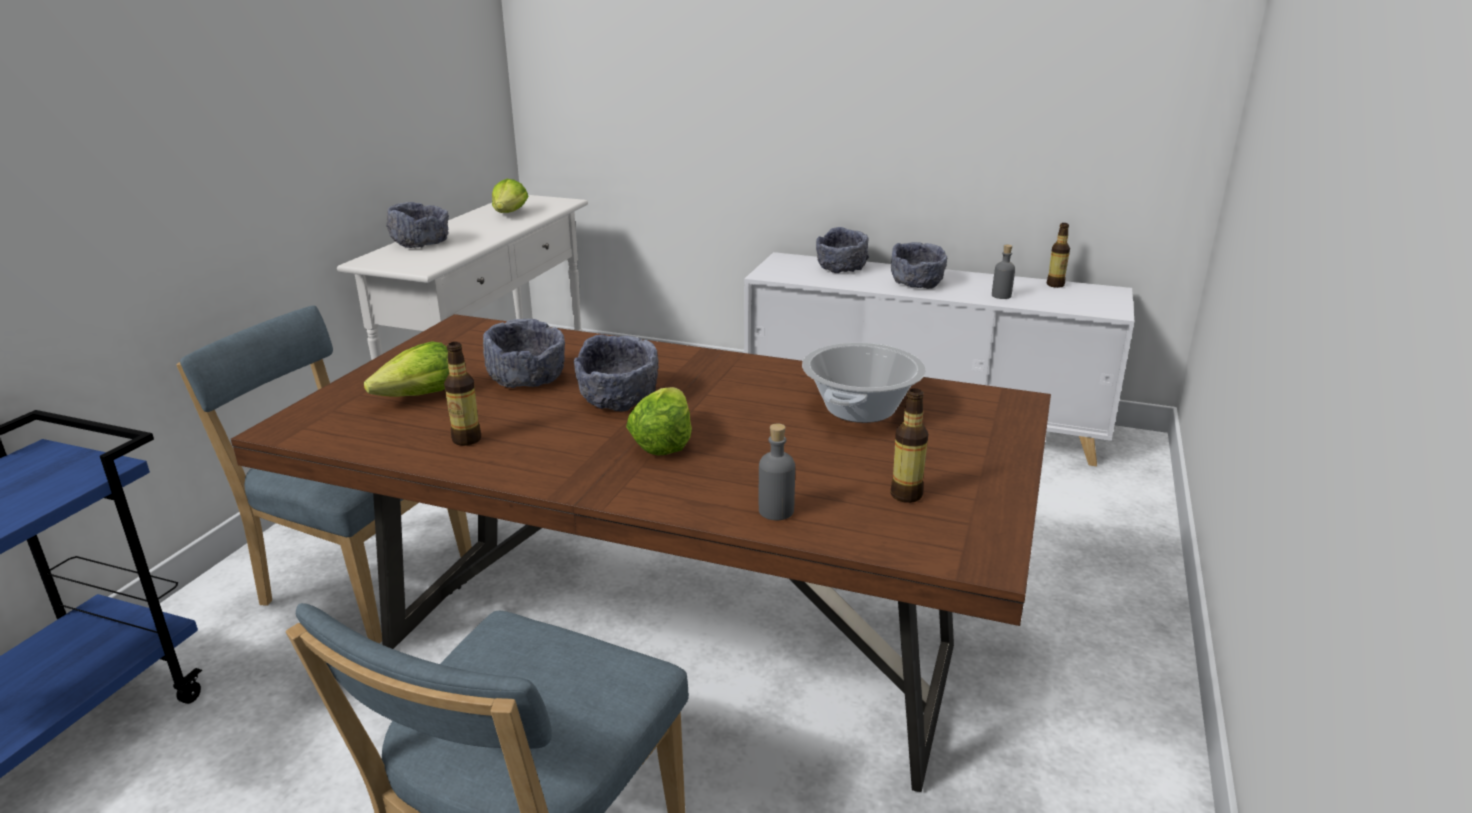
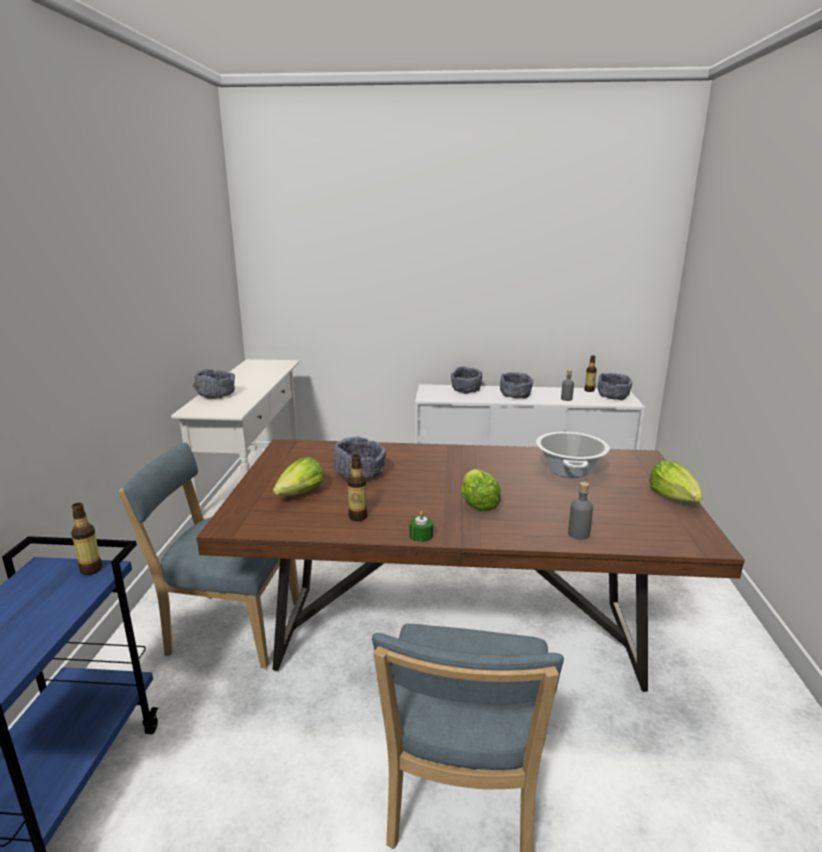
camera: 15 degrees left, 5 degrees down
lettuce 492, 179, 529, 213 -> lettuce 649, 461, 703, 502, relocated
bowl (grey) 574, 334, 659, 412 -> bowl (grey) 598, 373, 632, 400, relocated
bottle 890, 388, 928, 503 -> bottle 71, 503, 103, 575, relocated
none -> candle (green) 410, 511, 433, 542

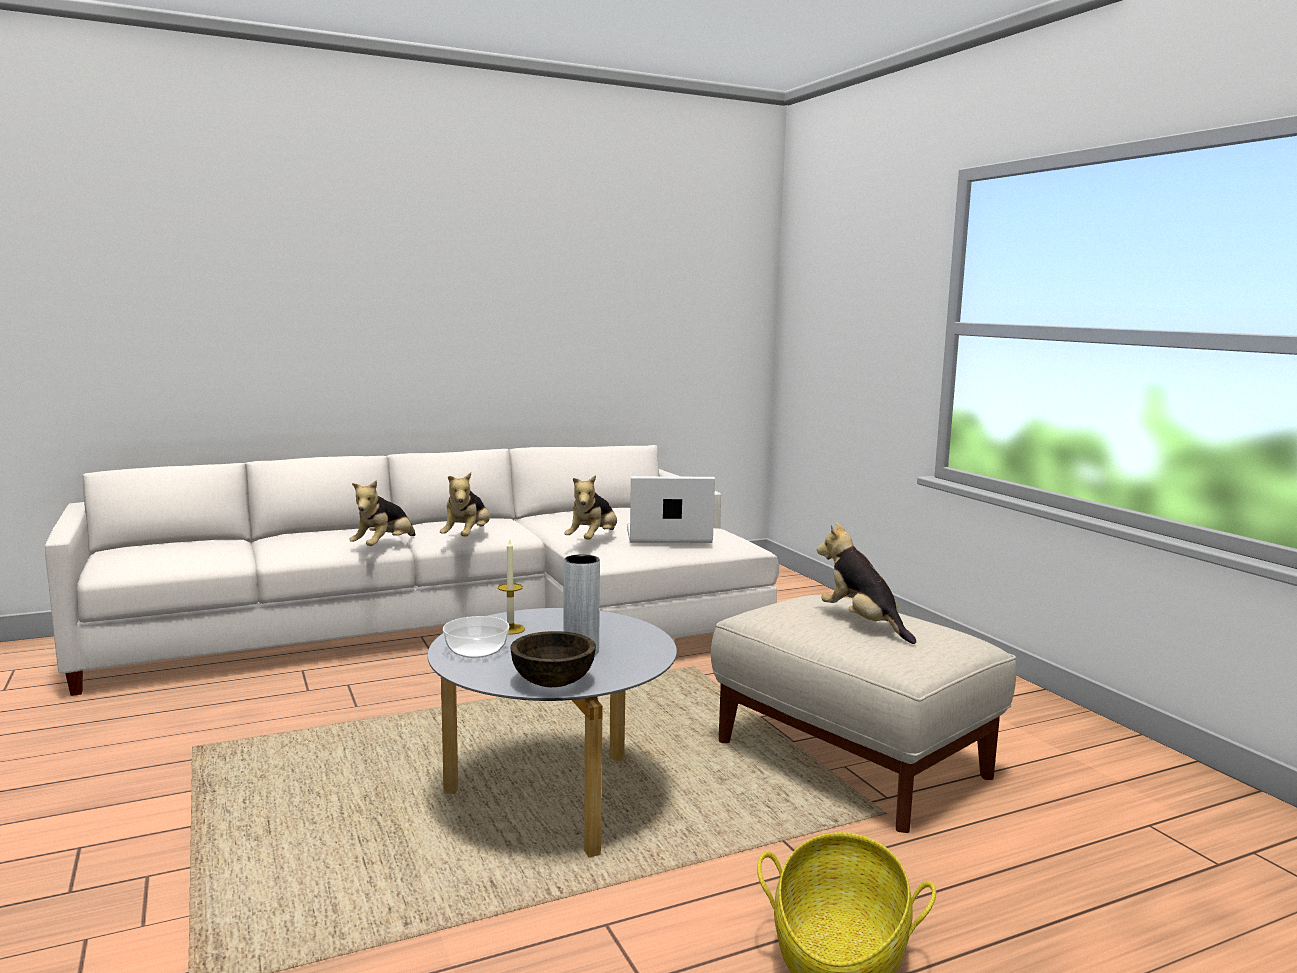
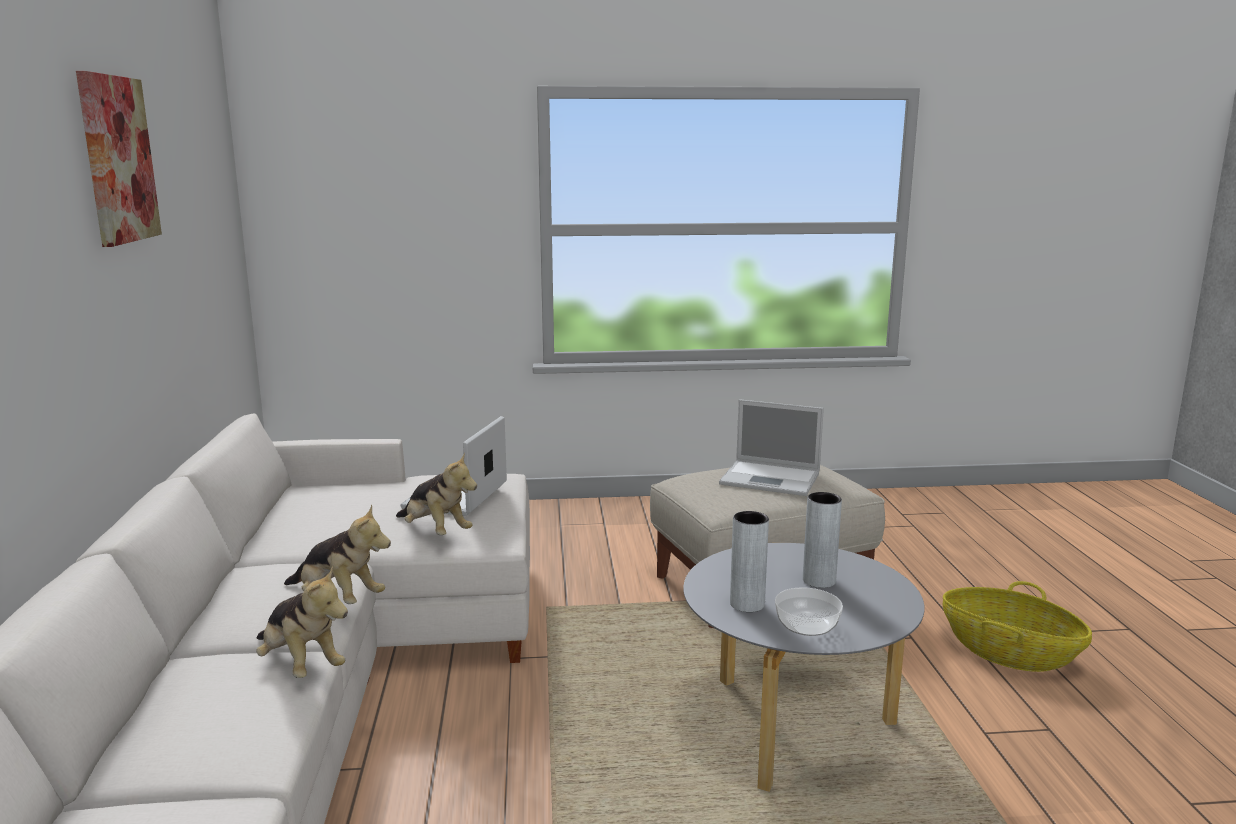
camera: 70 degrees left, 5 degrees up
candle 498, 540, 525, 635 -> vase (grey) 730, 511, 769, 612
bowl (brown) 510, 631, 596, 687 -> none
plush toy 817, 522, 916, 644 -> laptop 719, 399, 824, 496
none -> picture 76, 71, 162, 247

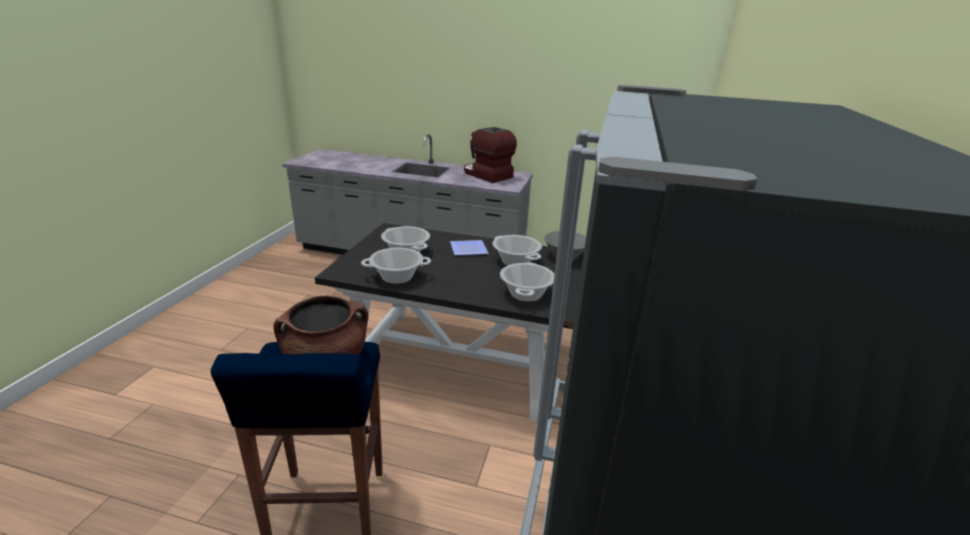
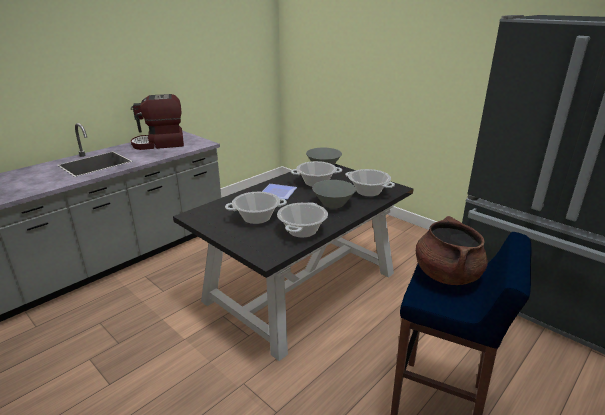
camera: 60 degrees left, 0 degrees up
none -> bowl (grey) 312, 180, 356, 208

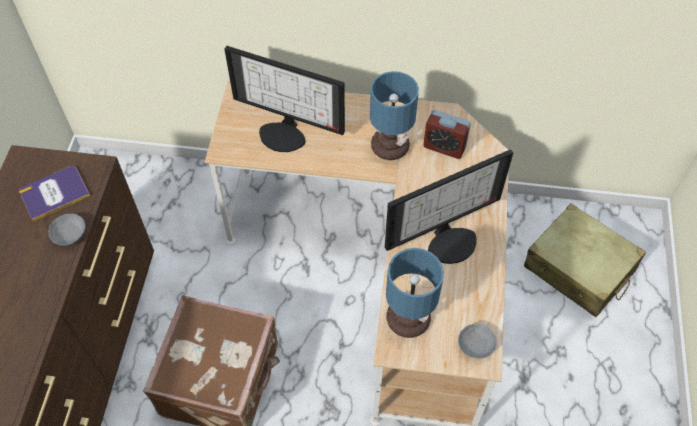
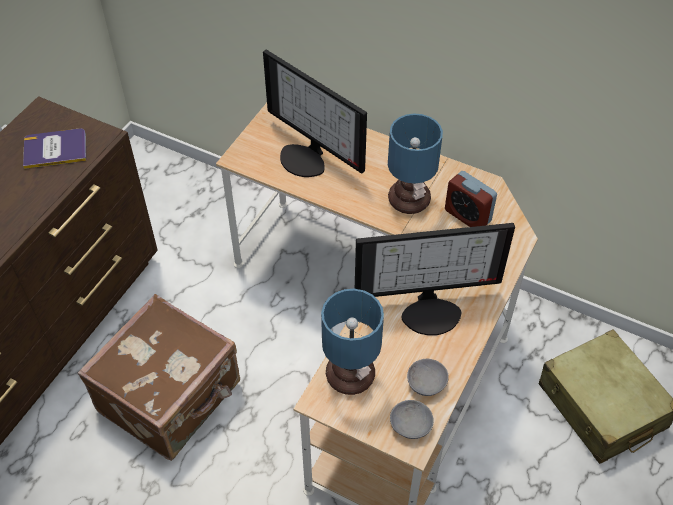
camera: 20 degrees right, 5 degrees down
bowl (grey) 48, 214, 86, 246 -> bowl (grey) 407, 359, 449, 396, relocated

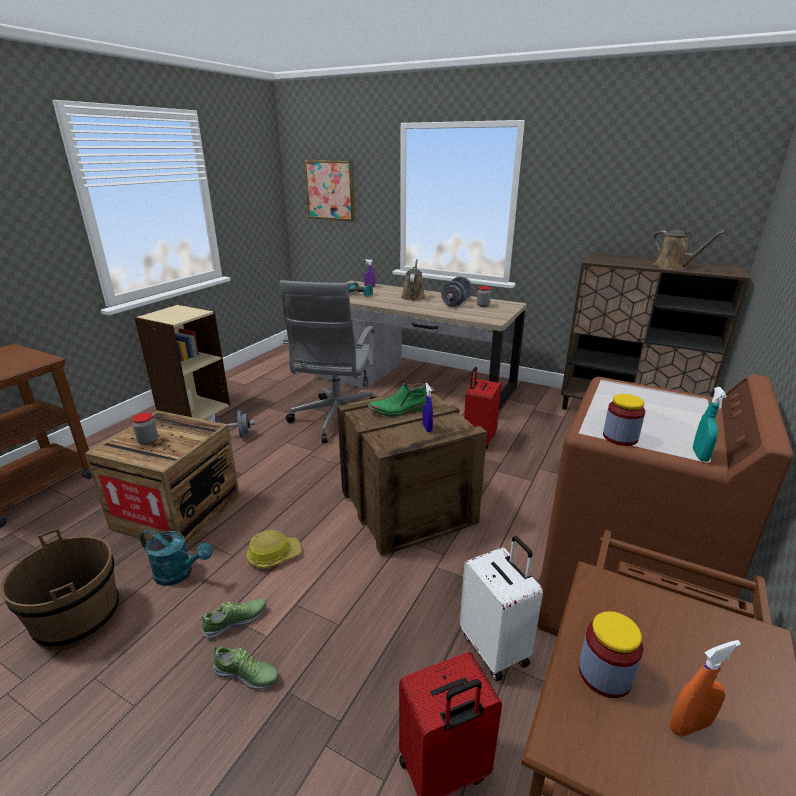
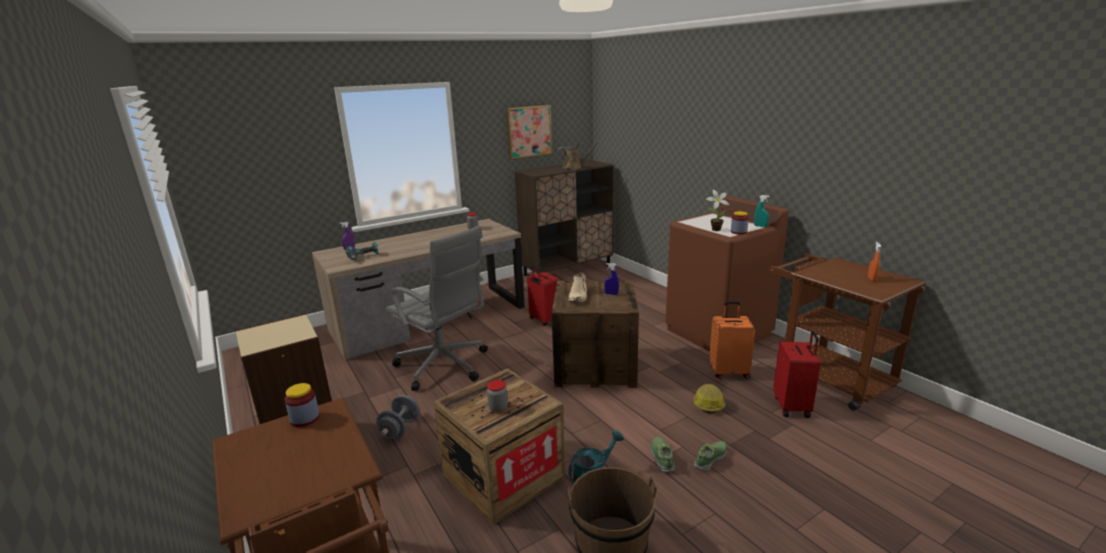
camera: 60 degrees left, 5 degrees down
hard hat 246, 530, 301, 568 -> hard hat 694, 384, 726, 414, relocated
picture 304, 160, 355, 221 -> picture 506, 105, 552, 160, relocated
boot (green) 368, 383, 427, 417 -> boot (beige) 568, 272, 587, 302
watering can (brown) 401, 259, 425, 301 -> none
dumbbell (grey) 441, 276, 473, 307 -> none
suitcase (white) 460, 536, 543, 681 -> suitcase (orange) 709, 301, 755, 379
jar 579, 611, 643, 698 -> jar 284, 383, 320, 427, relocated
none -> potted plant 706, 190, 729, 231

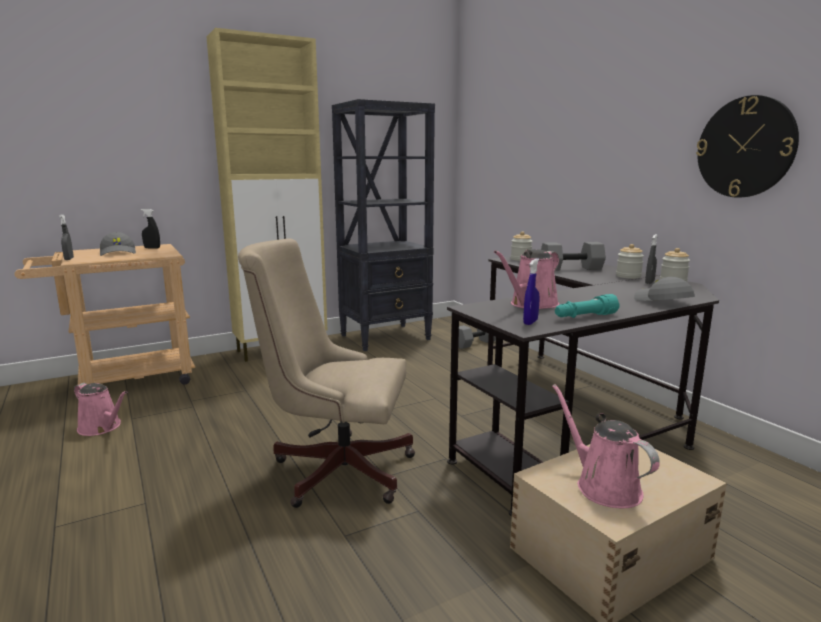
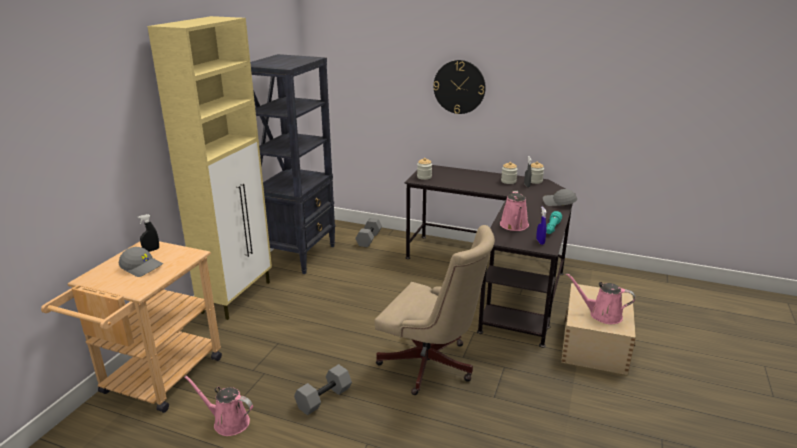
camera: 40 degrees left, 10 degrees up
spray bottle (grey) 59, 214, 74, 260 -> none
watering can (pink) 74, 383, 127, 436 -> watering can (pink) 184, 375, 253, 436, 150 degrees counterclockwise
office chair (beige) 238, 238, 415, 508 -> office chair (beige) 375, 225, 495, 395, 120 degrees counterclockwise
dumbbell (grey) 541, 242, 606, 271 -> dumbbell (grey) 294, 364, 352, 415, relocated
wall clock 696, 95, 799, 198 -> wall clock 433, 60, 486, 114, relocated

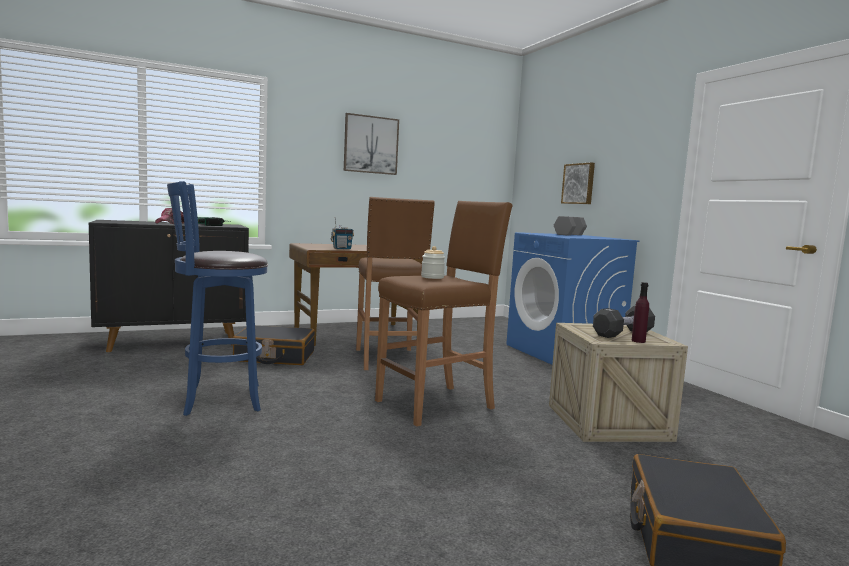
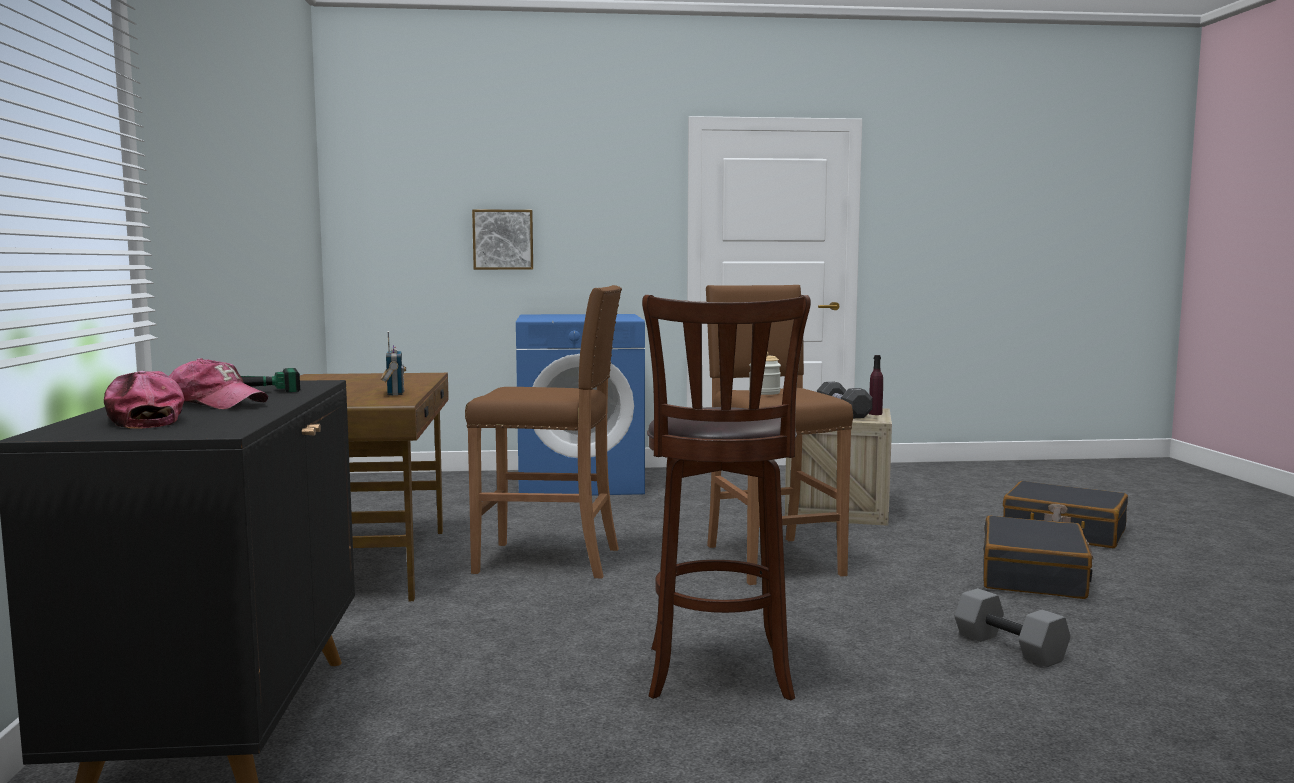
camera: 70 degrees left, 0 degrees up
stool (blue) 167, 181, 268, 416 -> stool (brown) 642, 295, 811, 701
suitcase (black) 233, 325, 315, 365 -> suitcase (black) 983, 516, 1094, 599, relocated
picture 344, 113, 399, 175 -> none
dumbbell (grey) 554, 216, 587, 235 -> dumbbell (grey) 955, 588, 1071, 667, relocated
none -> cap 104, 371, 184, 429

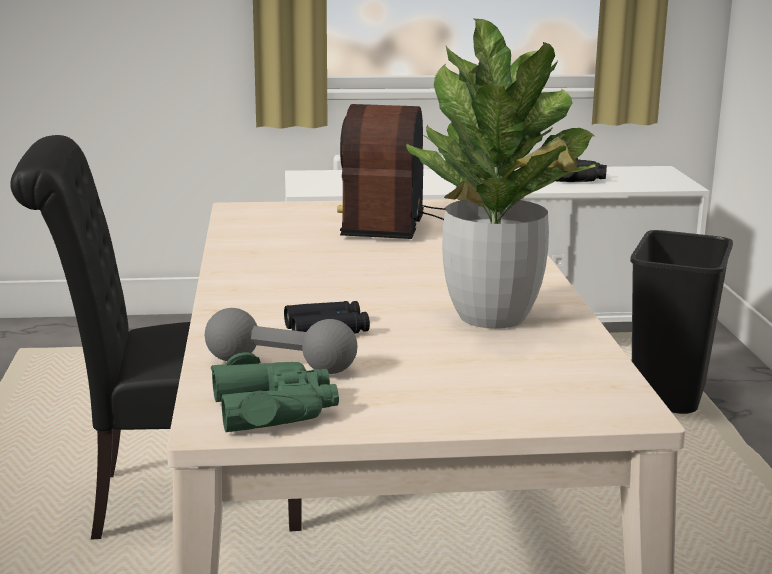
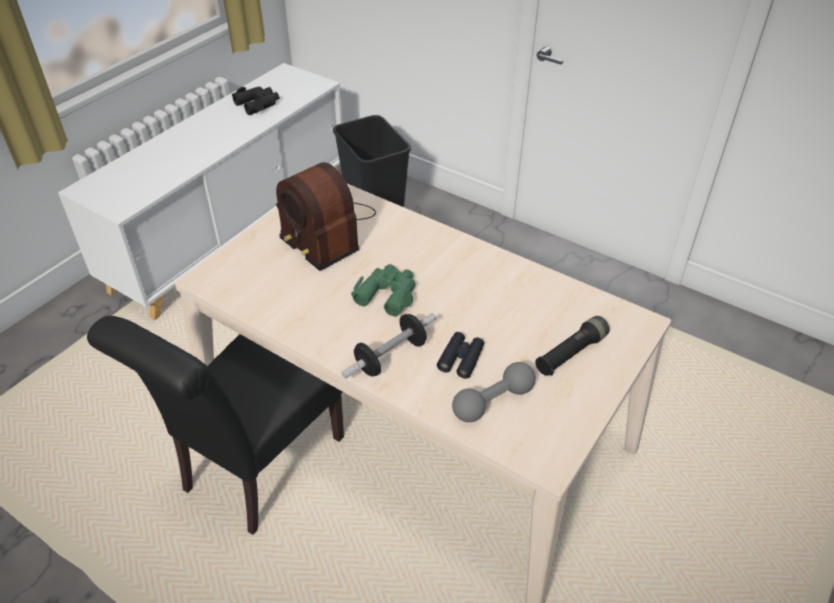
camera: 50 degrees left, 25 degrees up
binoculars (green) 211, 352, 339, 432 -> binoculars (green) 351, 264, 416, 316, relocated
potted plant 406, 19, 595, 329 -> none
none -> dumbbell 341, 313, 436, 379
none -> flashlight (black) 535, 316, 610, 376

